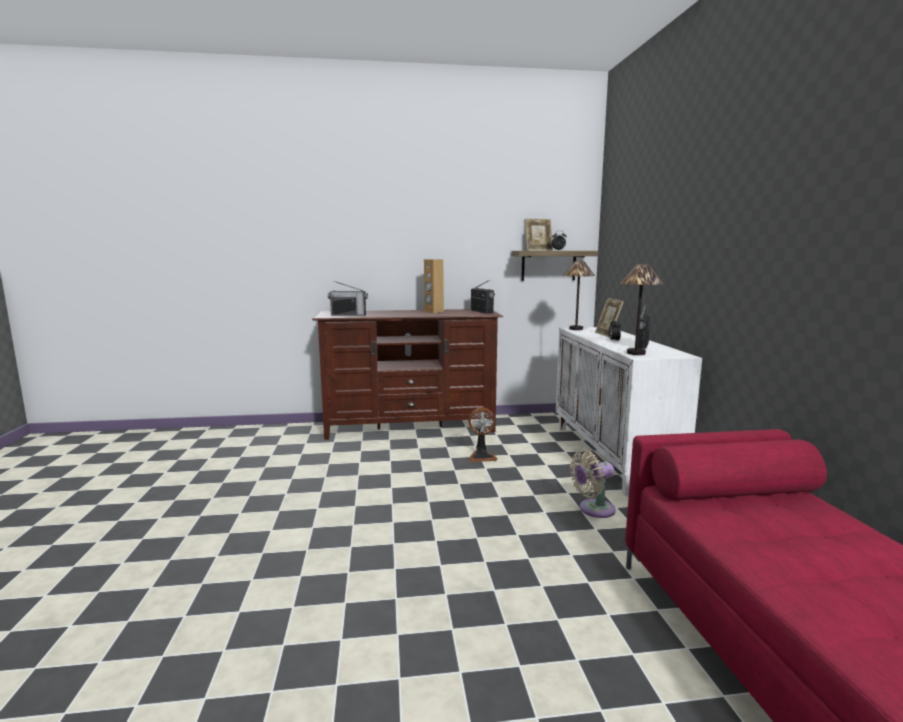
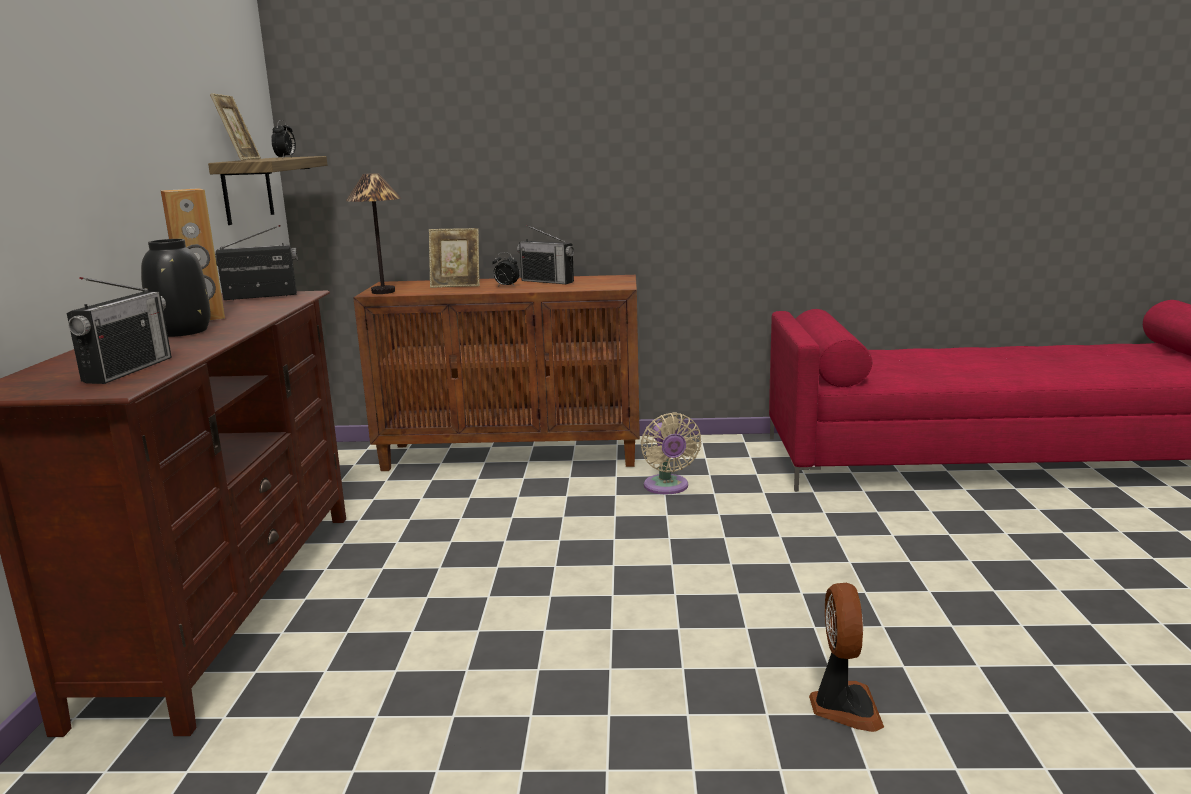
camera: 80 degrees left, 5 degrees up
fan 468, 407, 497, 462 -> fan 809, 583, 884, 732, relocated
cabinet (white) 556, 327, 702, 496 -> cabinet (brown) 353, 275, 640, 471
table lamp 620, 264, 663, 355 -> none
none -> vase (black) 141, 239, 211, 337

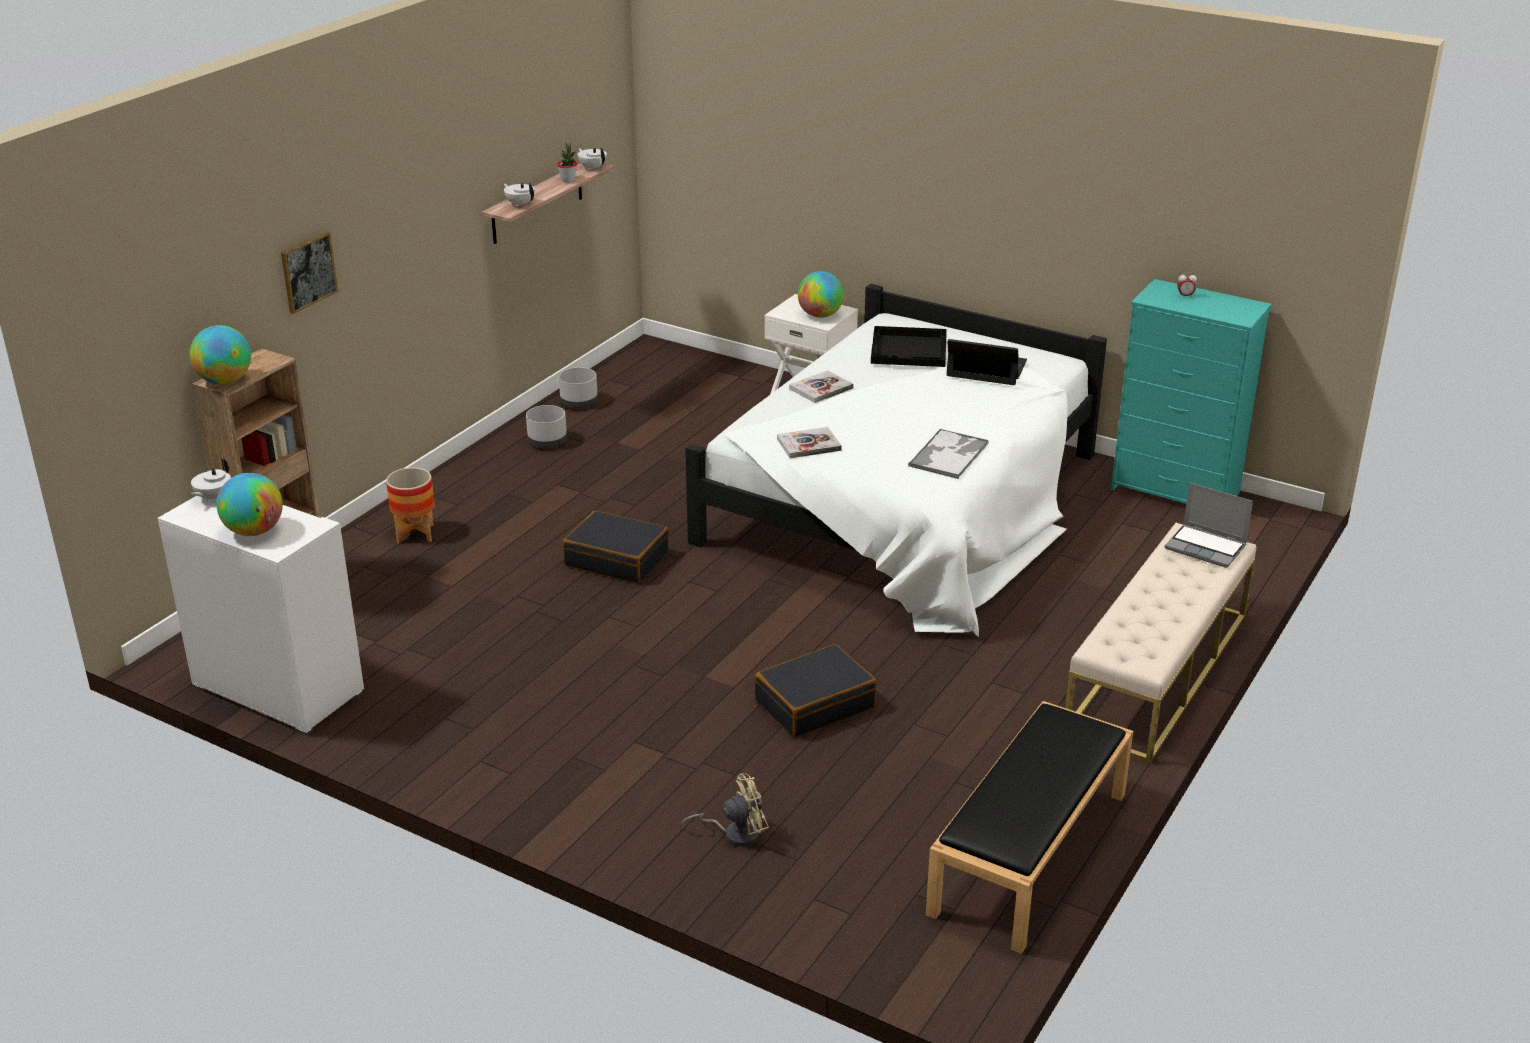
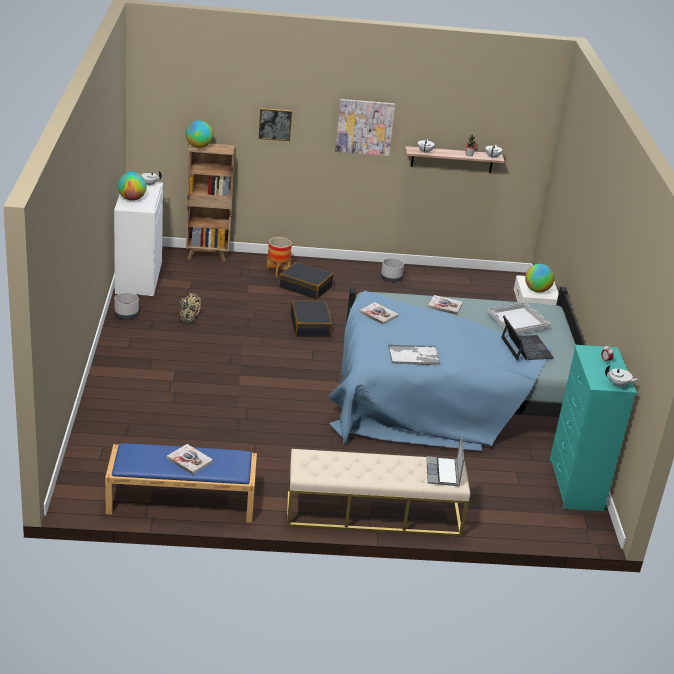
camera: 55 degrees right, 0 degrees up
planter (grey) 559, 367, 598, 408 -> planter (grey) 114, 293, 139, 319, relocated
fan (beige) 681, 774, 769, 847 -> fan (beige) 179, 293, 201, 324, relocated
bed (white) 685, 284, 1107, 637 -> bed (blue) 329, 287, 586, 451
suitcase (black) 755, 644, 877, 738 -> suitcase (black) 279, 262, 334, 299, relocated
tray (black) 871, 326, 947, 367 -> tray (white) 487, 302, 551, 334
bench (black) 926, 701, 1133, 954 -> bench (blue) 105, 443, 257, 523
none -> book 167, 444, 213, 475
none -> picture 335, 99, 395, 156
none -> teapot (white) 605, 365, 639, 386

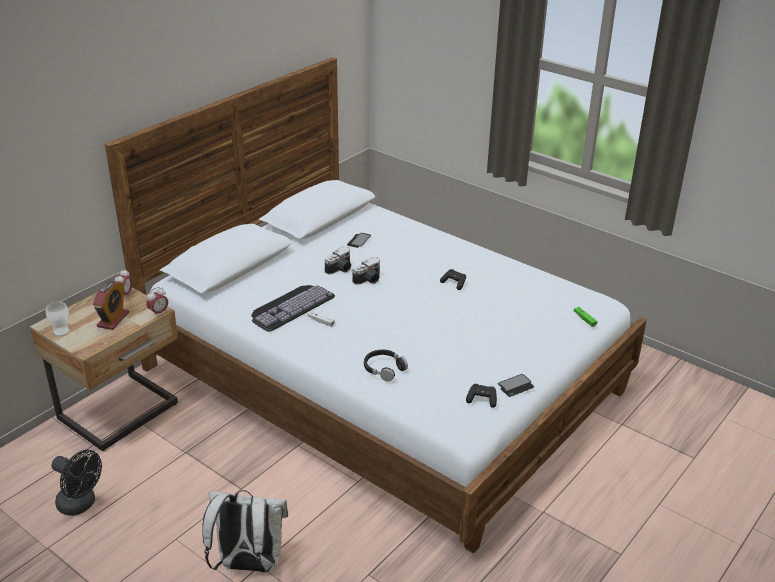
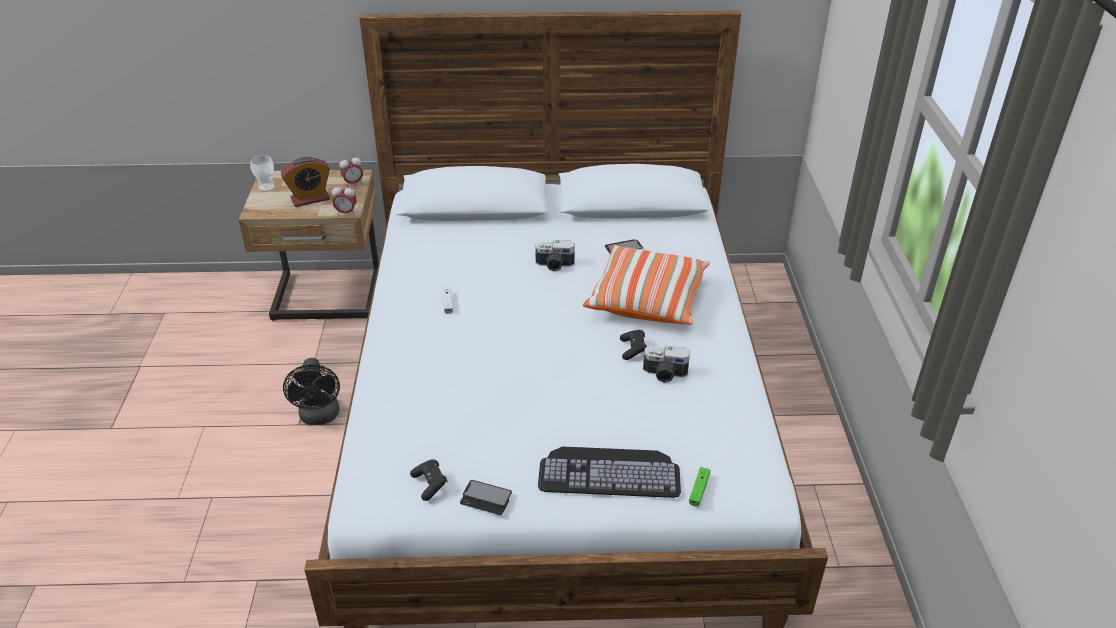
camera: 50 degrees right, 5 degrees up
fan (black) 52, 450, 102, 516 -> fan (black) 283, 358, 340, 425, relocated
backpack (white) 202, 490, 288, 573 -> none
keyboard 251, 285, 335, 332 -> keyboard 538, 446, 681, 498, relocated
photo camera 352, 257, 380, 285 -> photo camera 643, 346, 690, 383, relocated
headphones (black) 364, 350, 408, 382 -> none
none -> pillow 583, 245, 710, 325

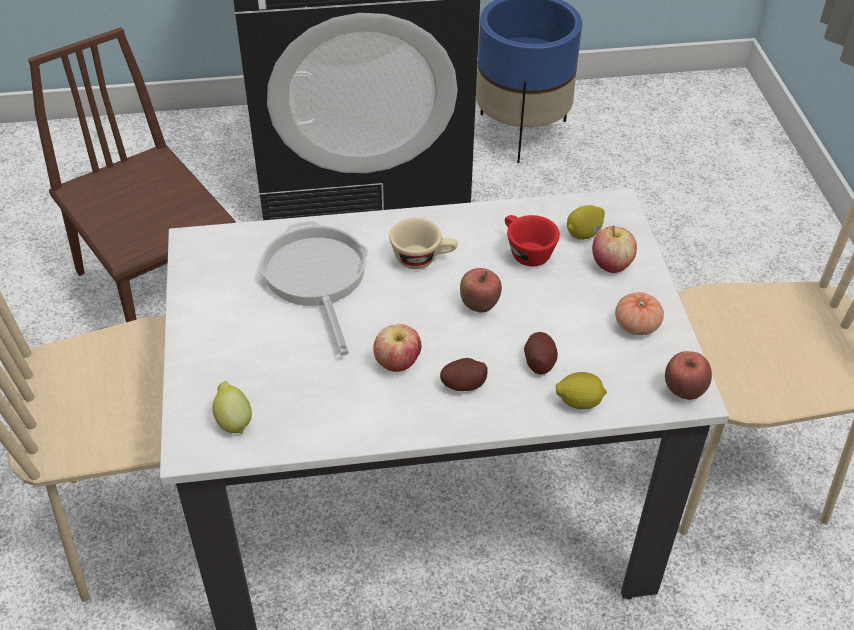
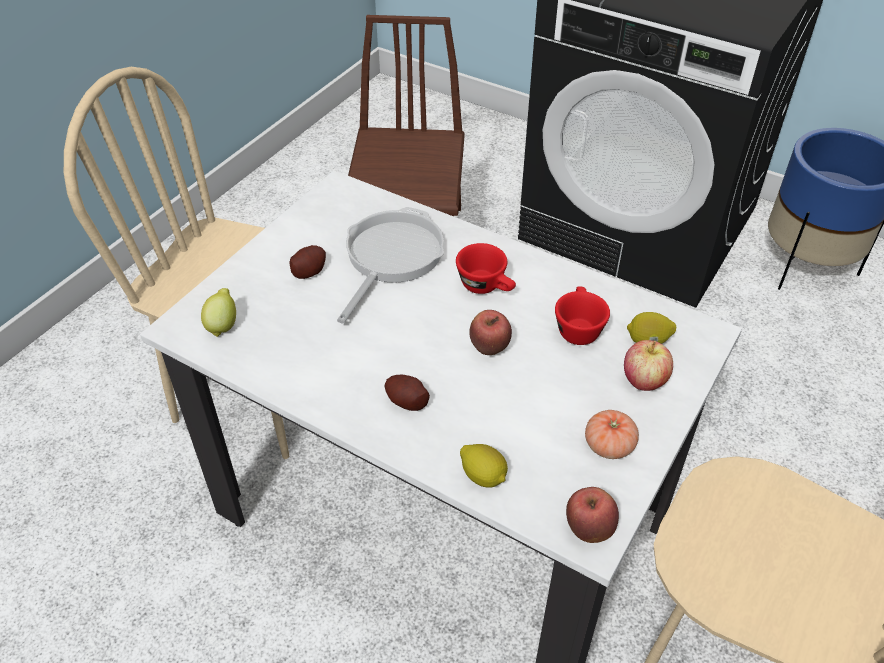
camera: 40 degrees right, 0 degrees up
apple 373, 324, 421, 372 -> none
cup (beige) 389, 218, 458, 269 -> cup (red) 456, 243, 516, 294
potato 524, 332, 558, 375 -> potato 289, 245, 326, 279, relocated

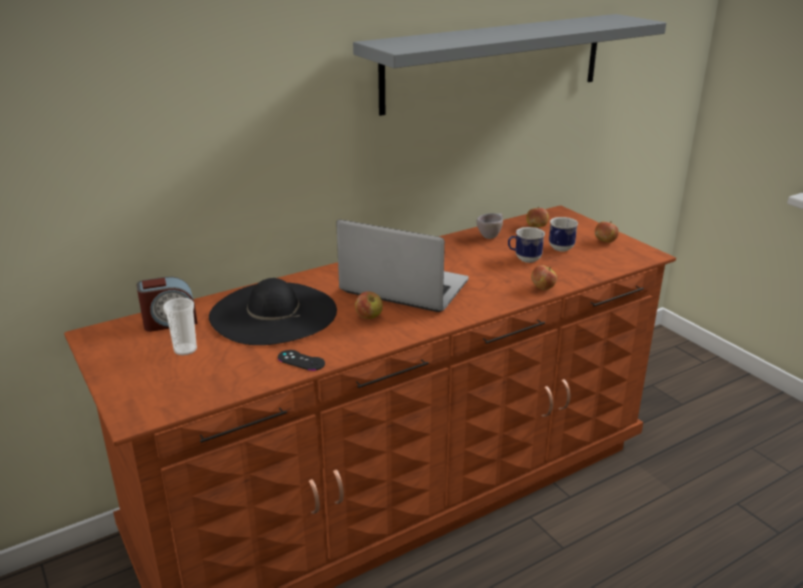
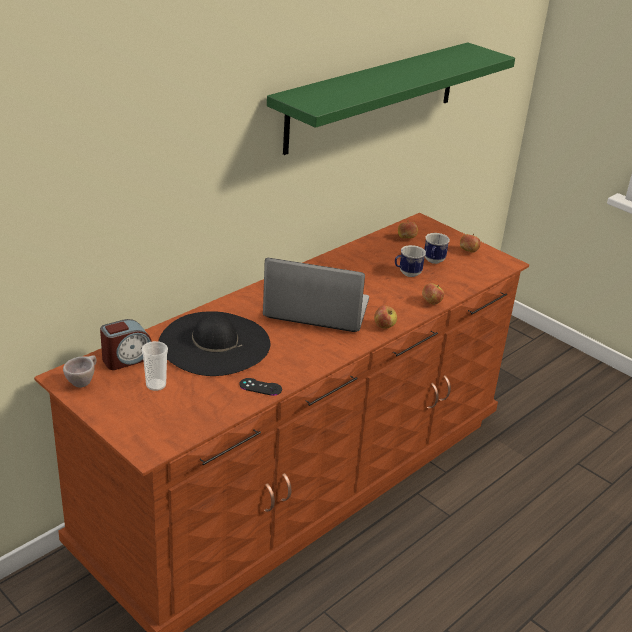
camera: 15 degrees left, 5 degrees up
shelf (grey) 353, 14, 666, 116 -> shelf (green) 267, 42, 515, 155
apple 355, 291, 383, 319 -> apple 374, 306, 397, 329, relocated
cup (beige) 476, 213, 503, 239 -> cup (beige) 63, 355, 97, 388, relocated

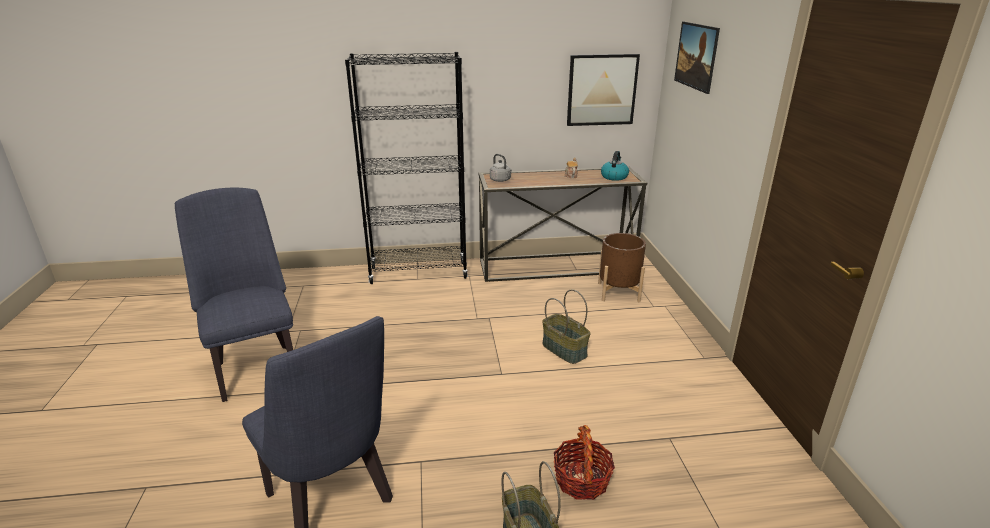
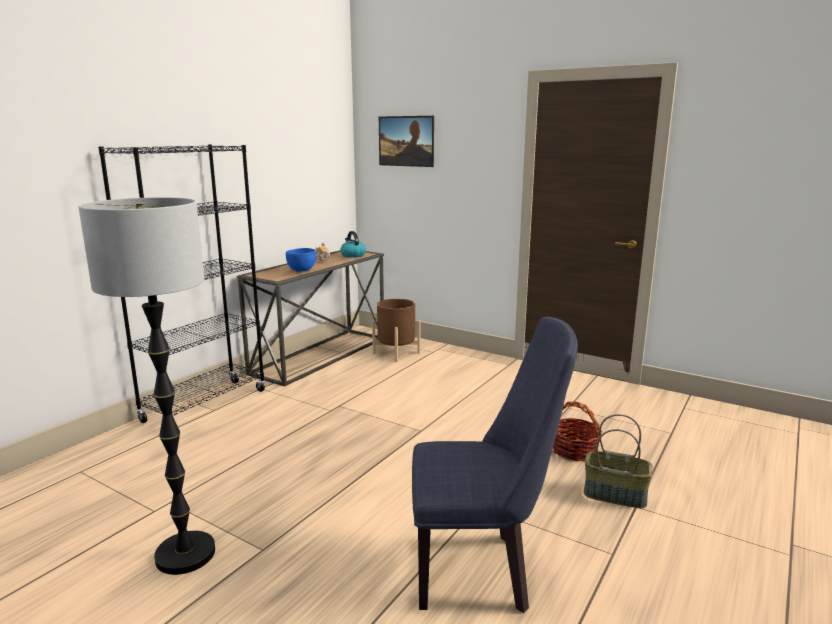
camera: 50 degrees left, 10 degrees down
chair (blue) 175, 188, 293, 402 -> floor lamp 78, 197, 215, 575
kettle (grey) 490, 154, 512, 182 -> none
basket 542, 290, 591, 364 -> none
picture 567, 54, 640, 126 -> none
none -> bowl (blue) 286, 248, 316, 272

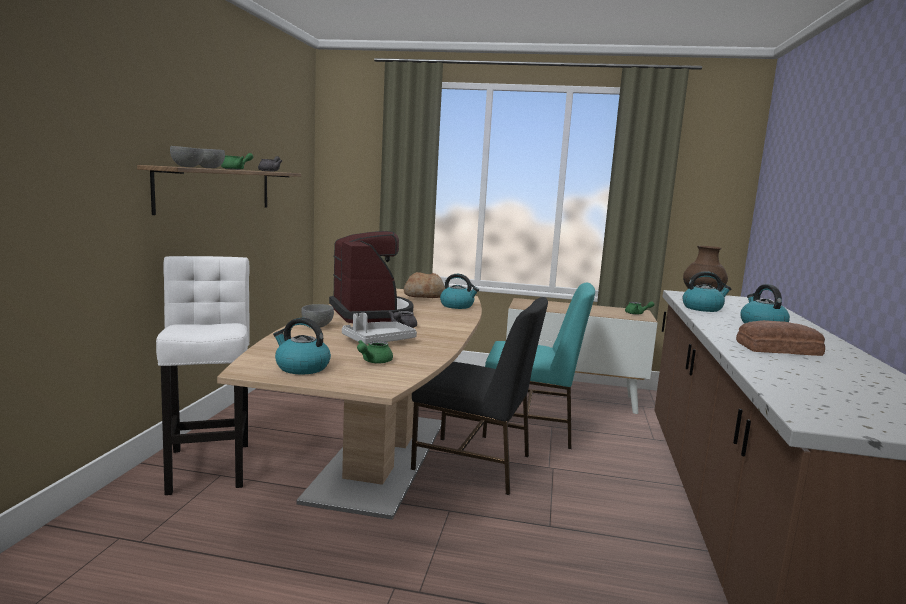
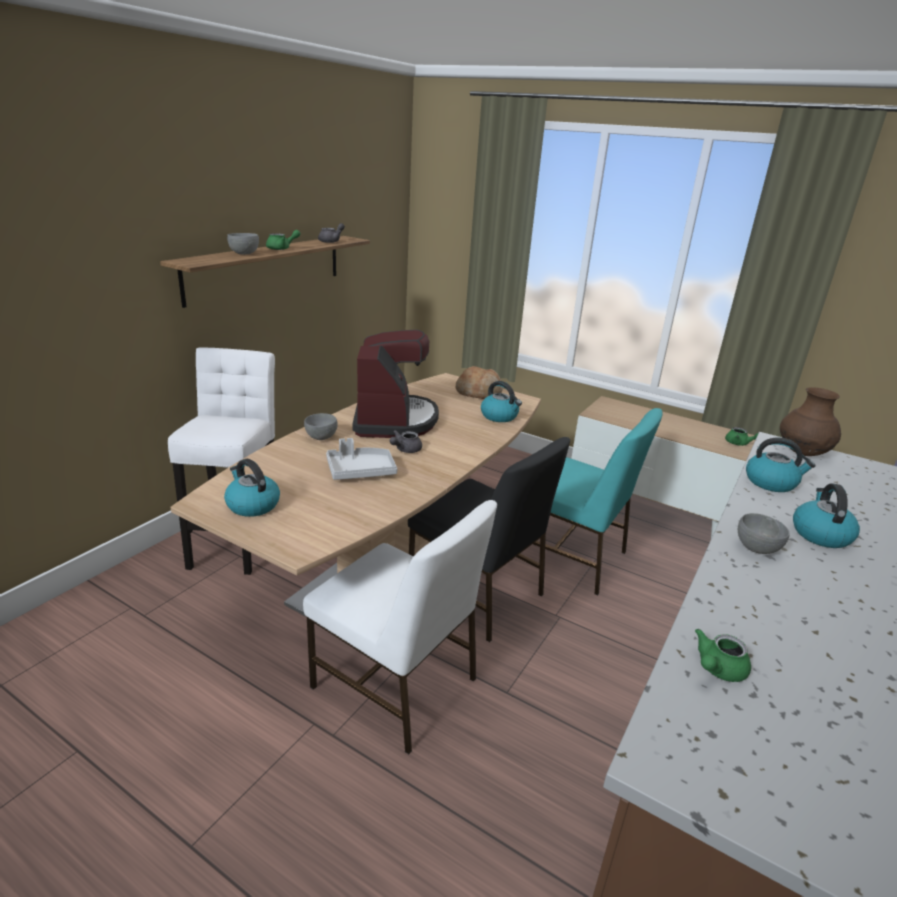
camera: 20 degrees right, 15 degrees up
bowl (grey) 170, 146, 204, 167 -> bowl (grey) 738, 513, 790, 554, relocated
teapot (green) 357, 340, 393, 364 -> teapot (green) 695, 629, 751, 682, relocated
bread 736, 320, 825, 356 -> none
none -> chair (white) 303, 500, 497, 754

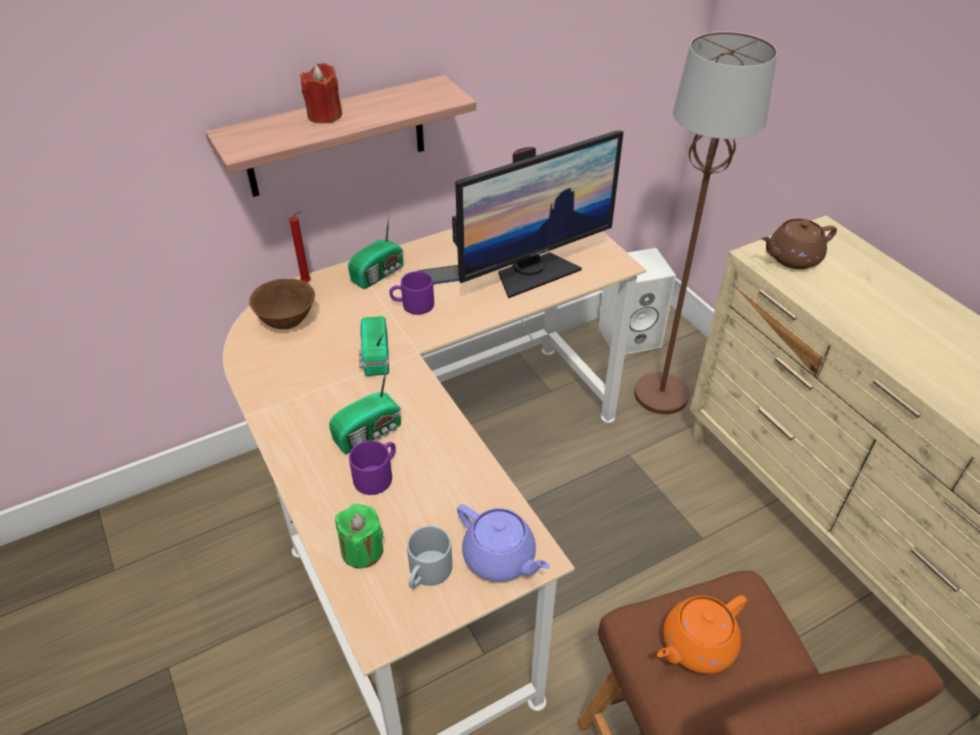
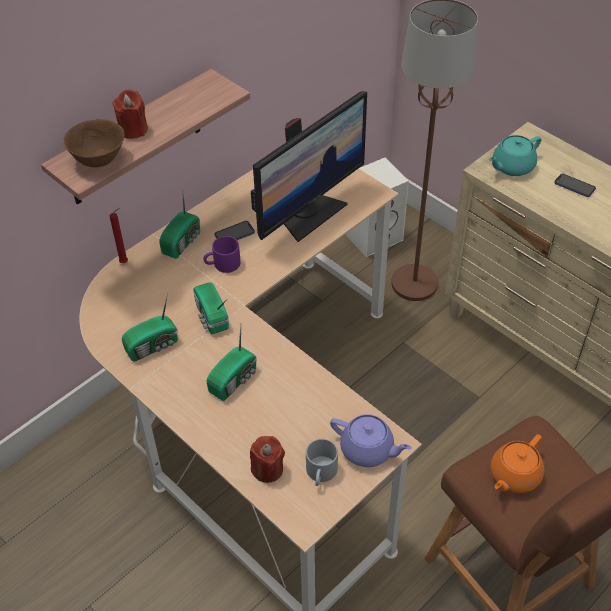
camera: 15 degrees left, 5 degrees up
bowl (brown) 249, 279, 315, 329 -> bowl (brown) 64, 119, 124, 167, relocated
candle (green) 335, 504, 383, 568 -> candle (red) 250, 436, 285, 483
mug (purple) 349, 440, 396, 495 -> none
teapot (brown) 761, 219, 837, 269 -> teapot (turquoise) 489, 135, 542, 176
none -> radio 122, 293, 178, 362
none -> phone 554, 174, 596, 197

